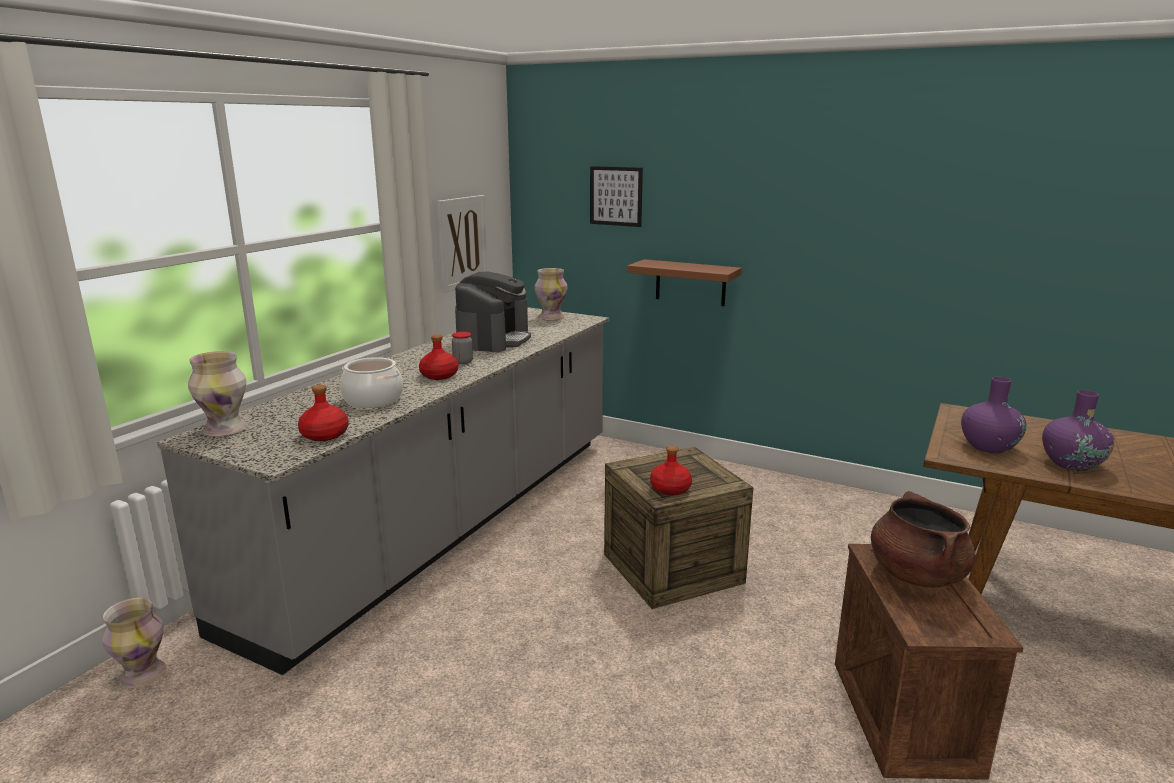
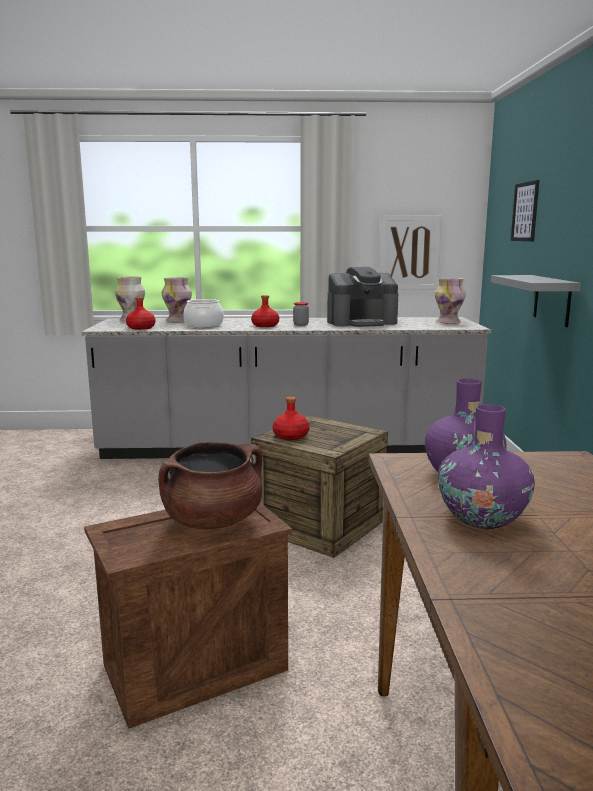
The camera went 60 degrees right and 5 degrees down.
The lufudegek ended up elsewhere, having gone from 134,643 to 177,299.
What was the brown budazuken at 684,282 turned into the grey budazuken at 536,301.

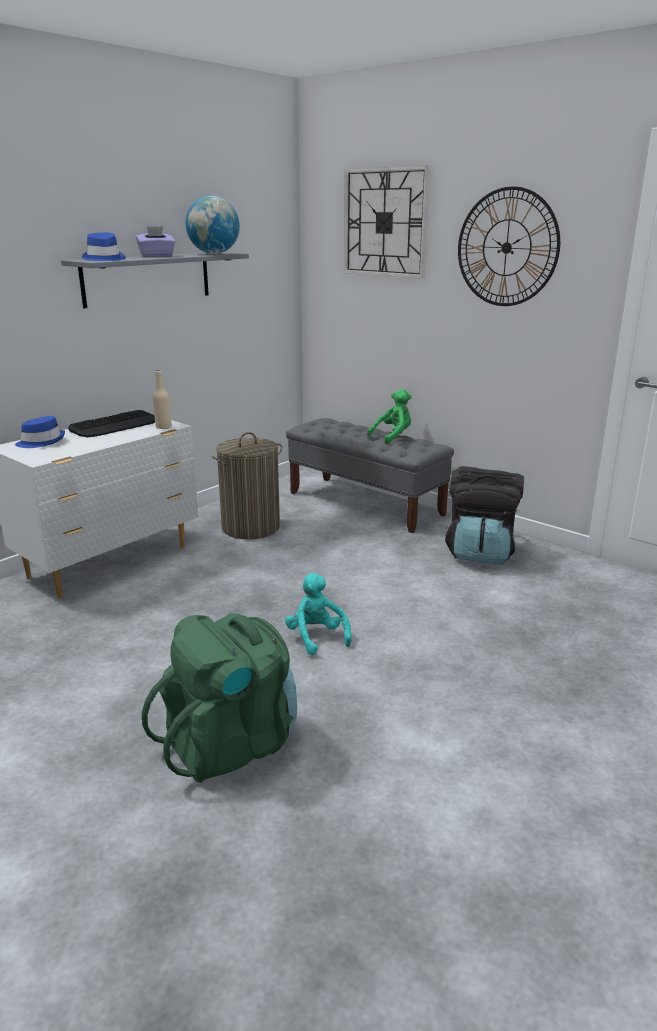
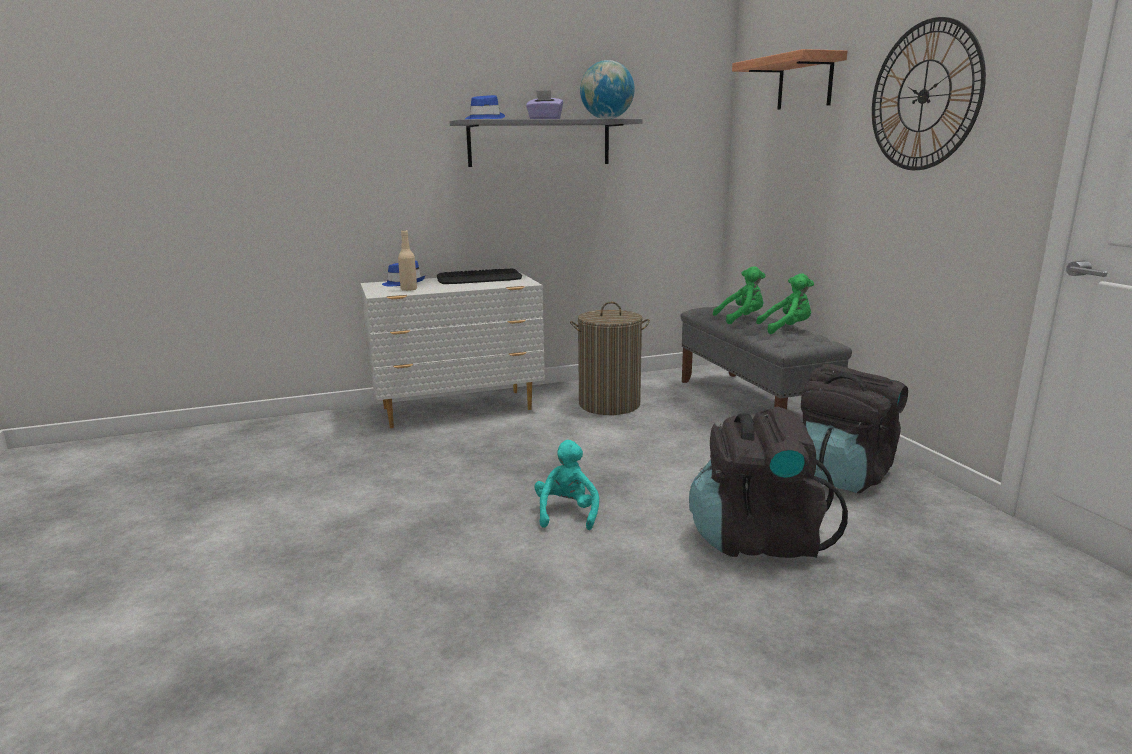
The camera went 30 degrees right and 5 degrees down.
The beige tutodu ended up elsewhere, having gone from 162,399 to 407,260.
The second view gained the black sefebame at 768,482.
The second view gained the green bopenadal at 739,295.
Where the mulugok hung at 387,222, the budazuken came to hang at 790,79.
The second view lost the green sefebame at 219,698.

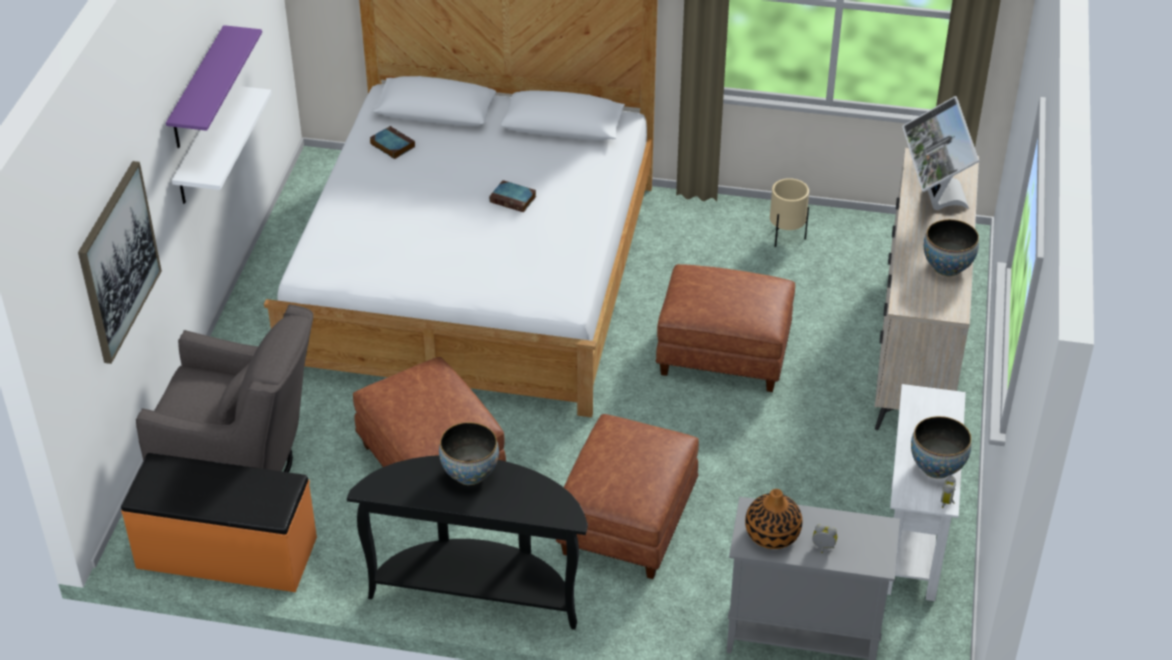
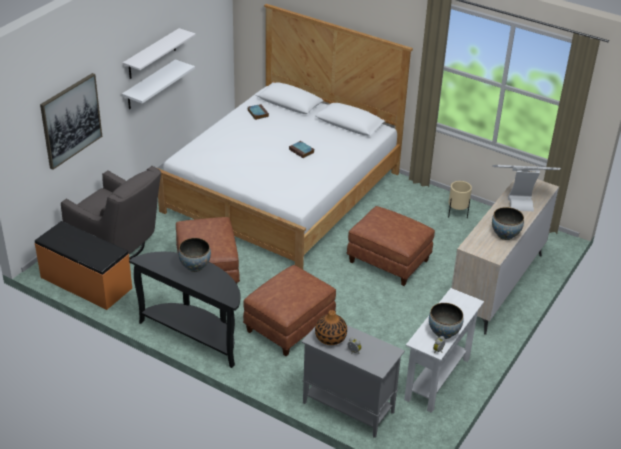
The camera went 20 degrees right and 5 degrees down.
What was the purple budazuken at 214,86 turned into the white budazuken at 159,53.
The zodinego at 940,153 ended up facing another way, 75 degrees clockwise from before.

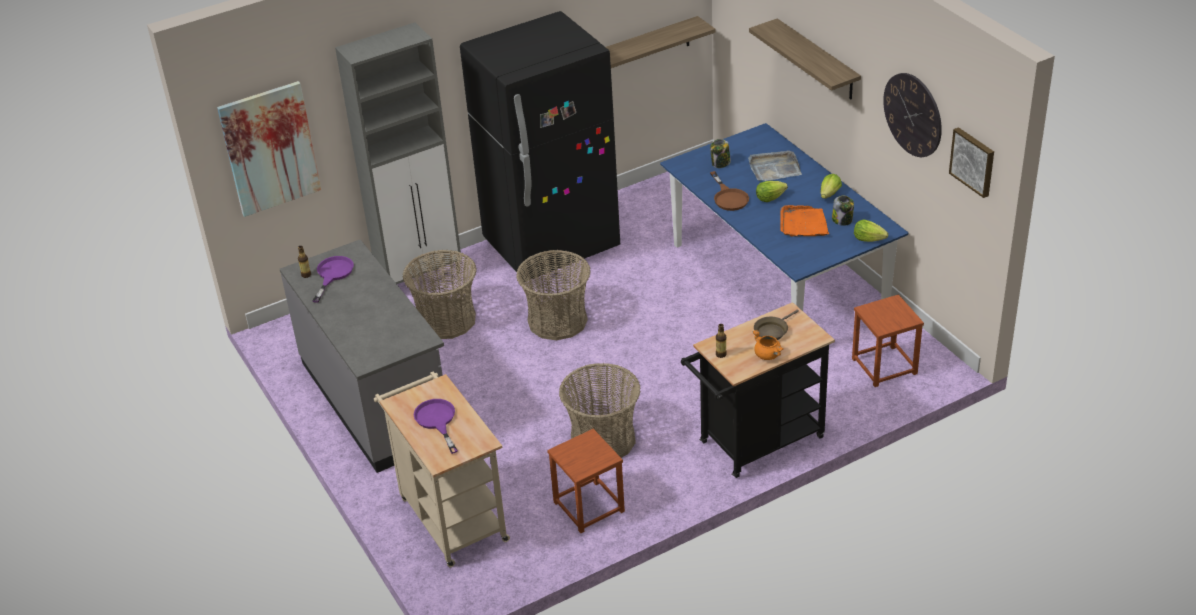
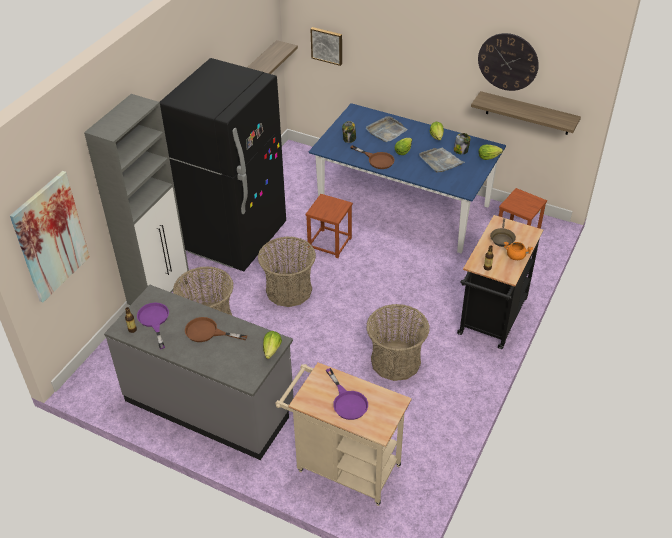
The camera went 35 degrees left and 5 degrees up.
The second view gained the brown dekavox at 216,329.
The second view gained the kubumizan at 272,345.
The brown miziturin ended up elsewhere, having gone from 586,481 to 329,226.
The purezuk ended up elsewhere, having gone from 971,162 to 326,46.
The purple dekavox at 436,426 ended up facing another way, 150 degrees counterclockwise from before.
What was the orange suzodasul at 804,221 turned into the grey suzodasul at 442,160.
The budazuken ended up elsewhere, having gone from 805,58 to 526,113.

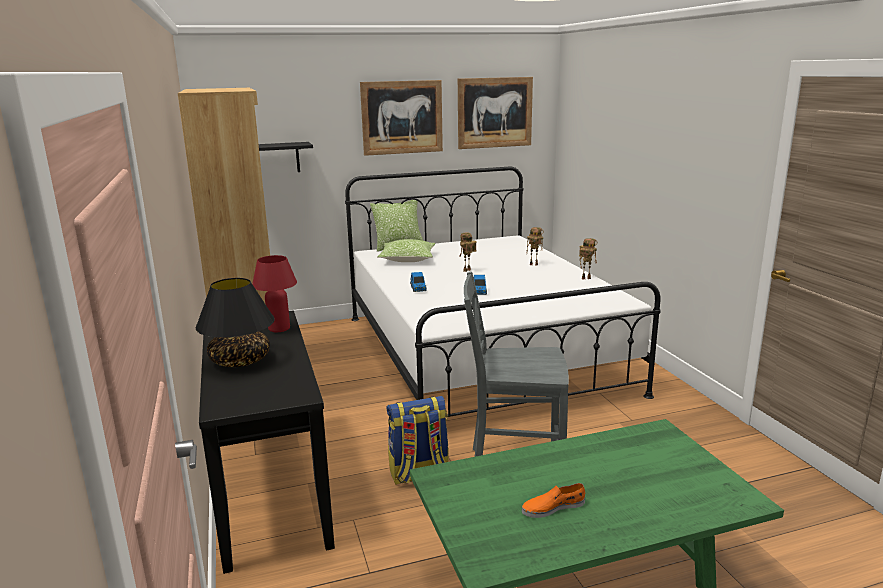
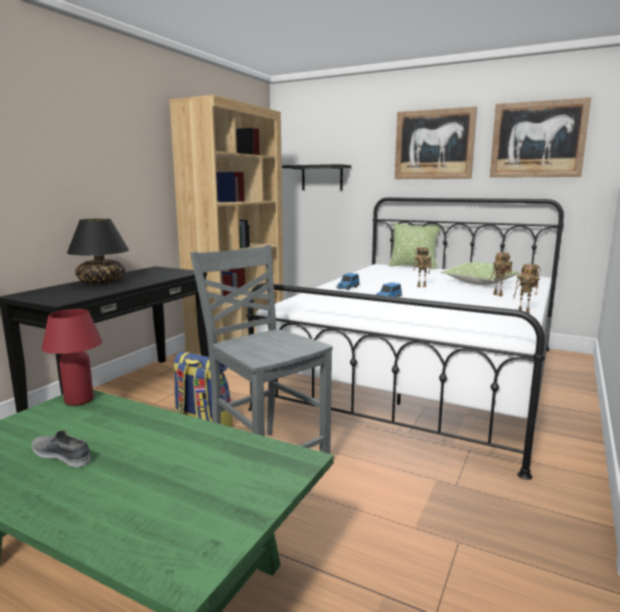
The camera went 45 degrees right and 5 degrees down.
What was the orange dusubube at 553,500 turned into the grey dusubube at 61,449.
The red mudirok ended up elsewhere, having gone from 274,293 to 71,357.
The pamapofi ended up elsewhere, having gone from 406,250 to 480,273.

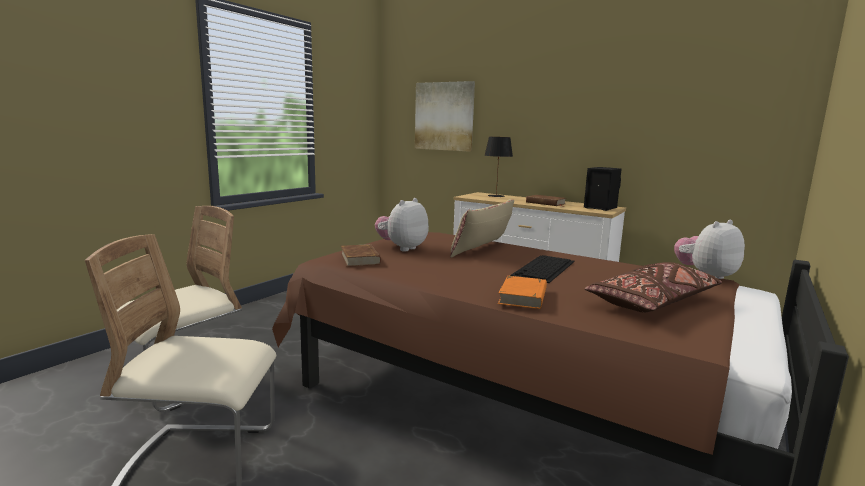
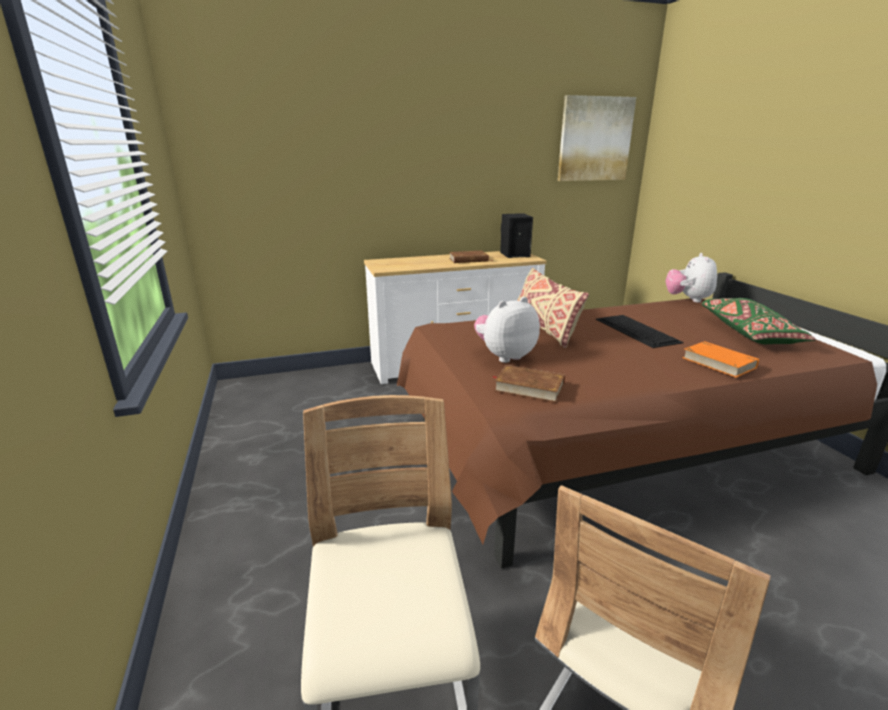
The camera went 50 degrees left and 10 degrees up.
The bopenadal at 402,225 ended up facing another way, 75 degrees clockwise from before.
The purezuk ended up elsewhere, having gone from 445,116 to 597,138.
What was the brown pamapofi at 653,287 turned into the green pamapofi at 758,321.
The second view lost the black mudirok at 499,167.

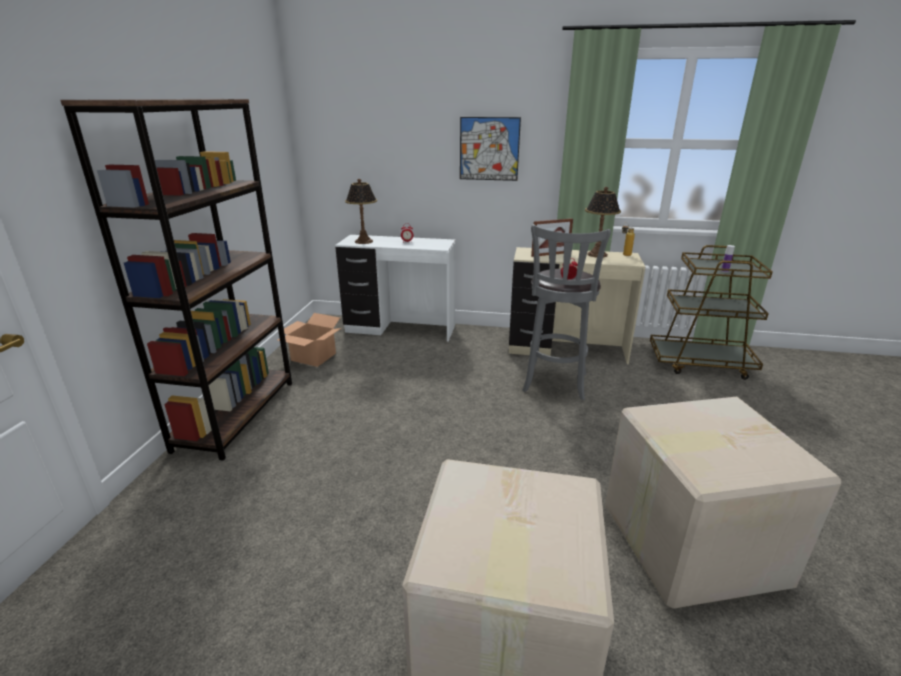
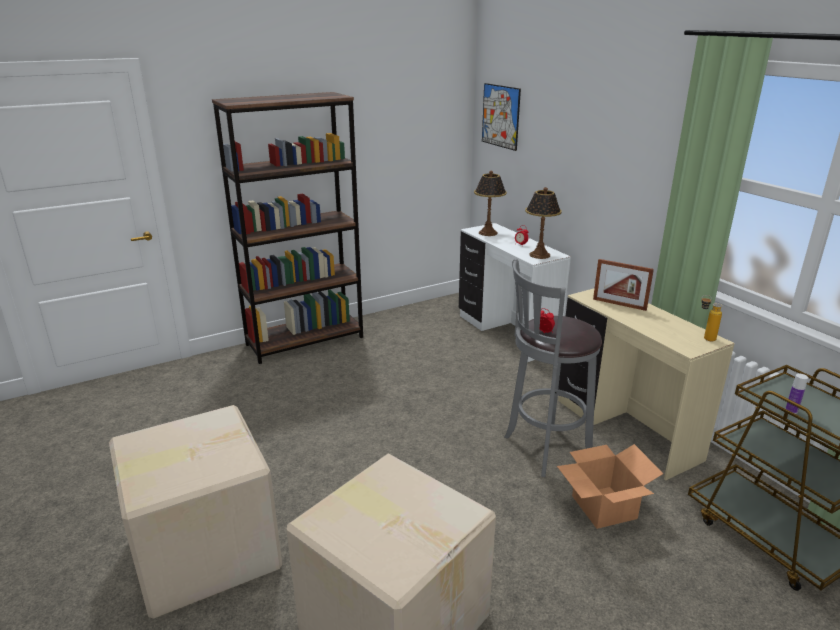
The camera went 50 degrees right and 0 degrees up.
The purezuk ended up elsewhere, having gone from 490,149 to 501,117.
The mudirok ended up elsewhere, having gone from 603,222 to 543,223.
The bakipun ended up elsewhere, having gone from 309,340 to 610,486.

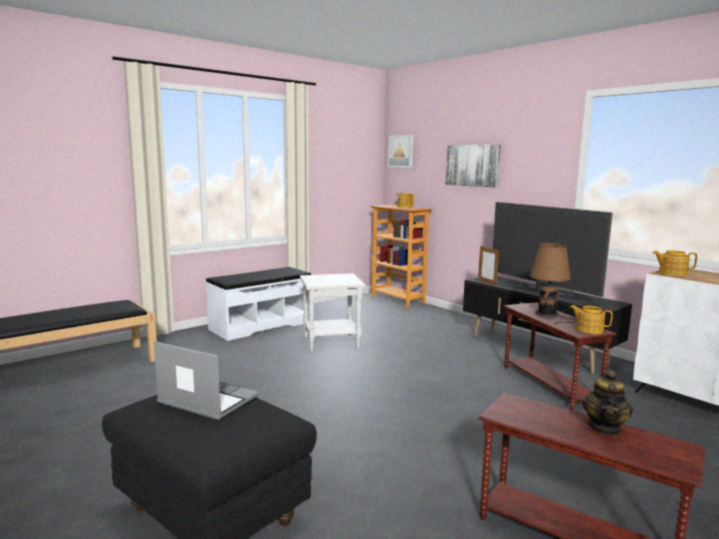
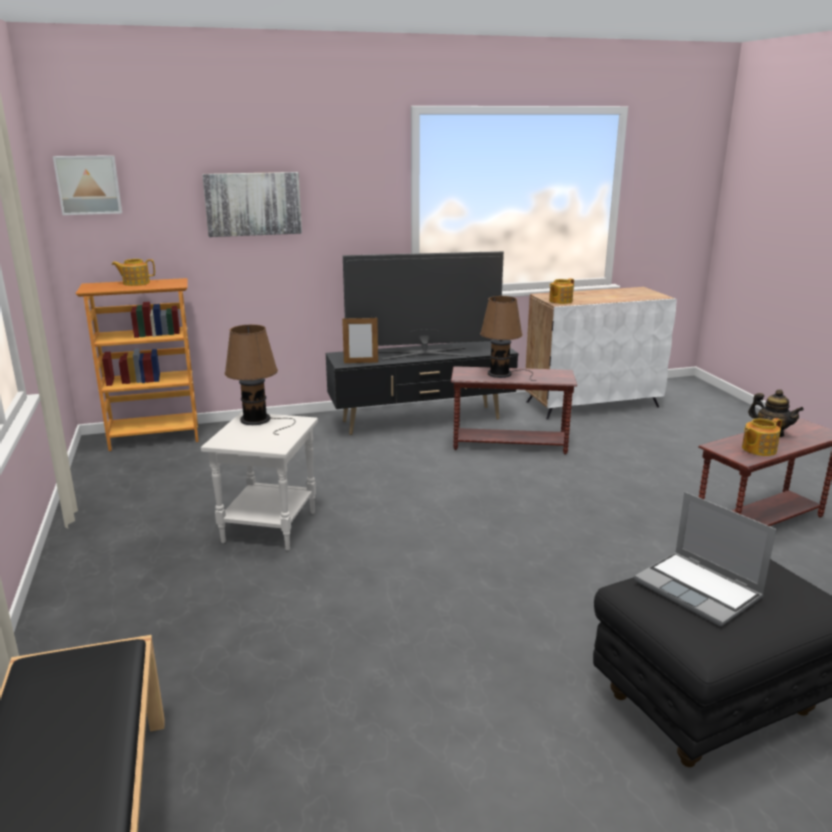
The camera went 65 degrees left and 10 degrees up.
The second view gained the brown mudirok at 260,380.
The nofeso at 206,380 ended up facing another way, 90 degrees counterclockwise from before.
The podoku ended up elsewhere, having gone from 591,319 to 762,437.
The second view lost the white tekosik at 258,304.

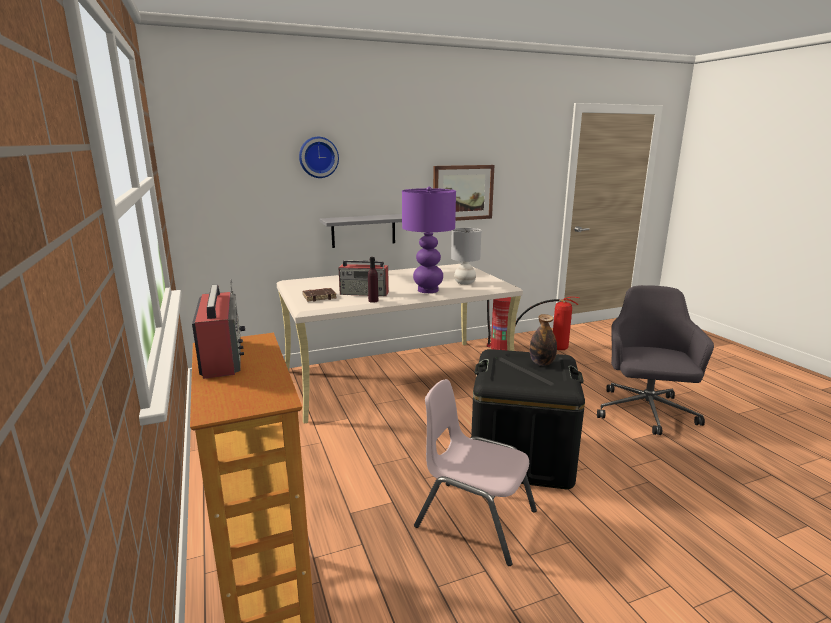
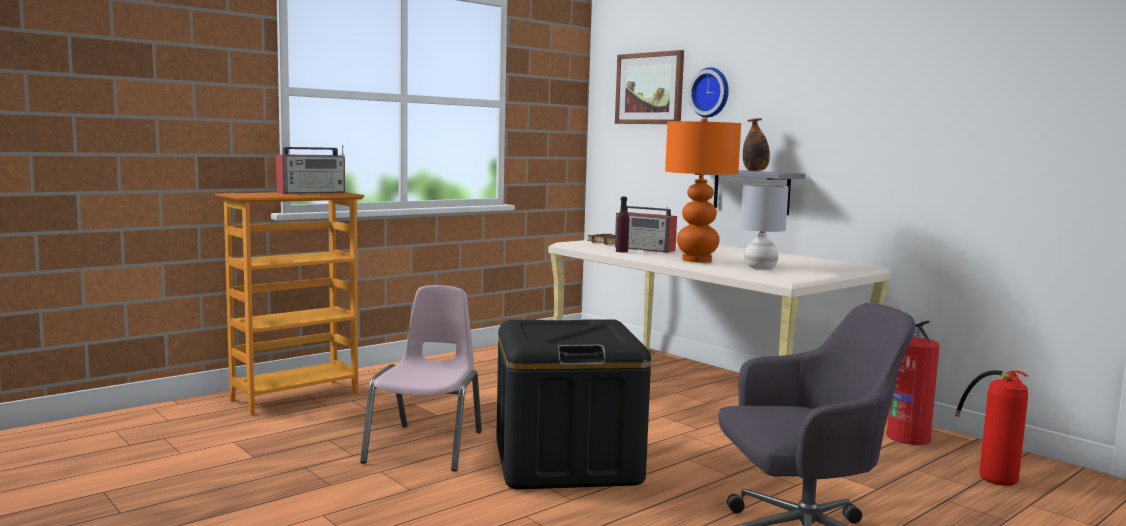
The camera went 70 degrees right and 10 degrees down.
The purezuk ended up elsewhere, having gone from 463,193 to 649,87.
The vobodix at 363,278 ended up facing another way, 45 degrees counterclockwise from before.
What was the purple mudirok at 429,240 turned into the orange mudirok at 703,190.
The tutodu ended up elsewhere, having gone from 543,340 to 756,144.

